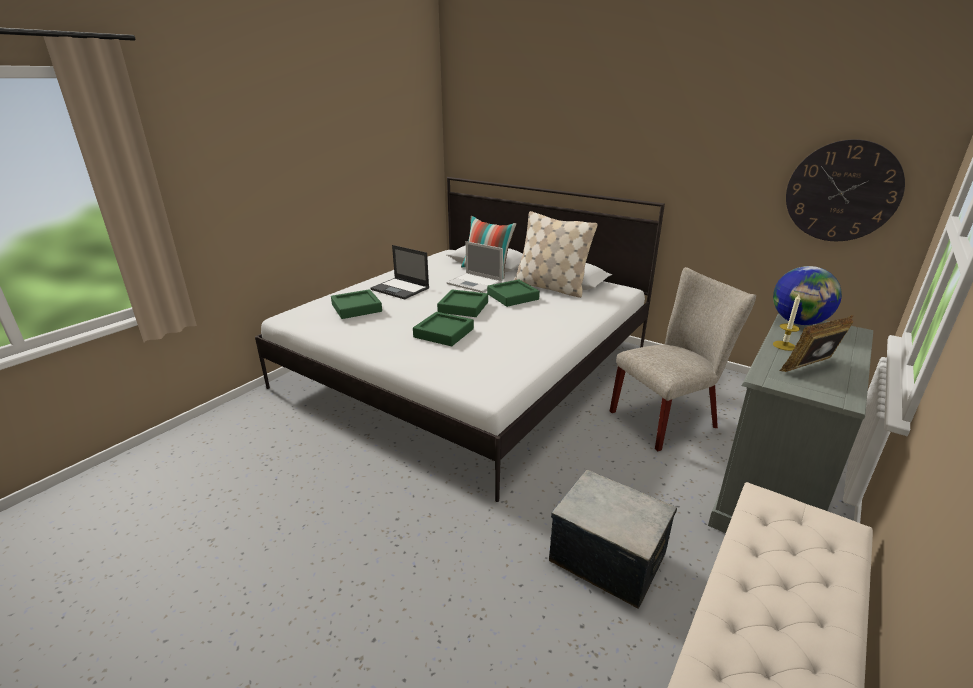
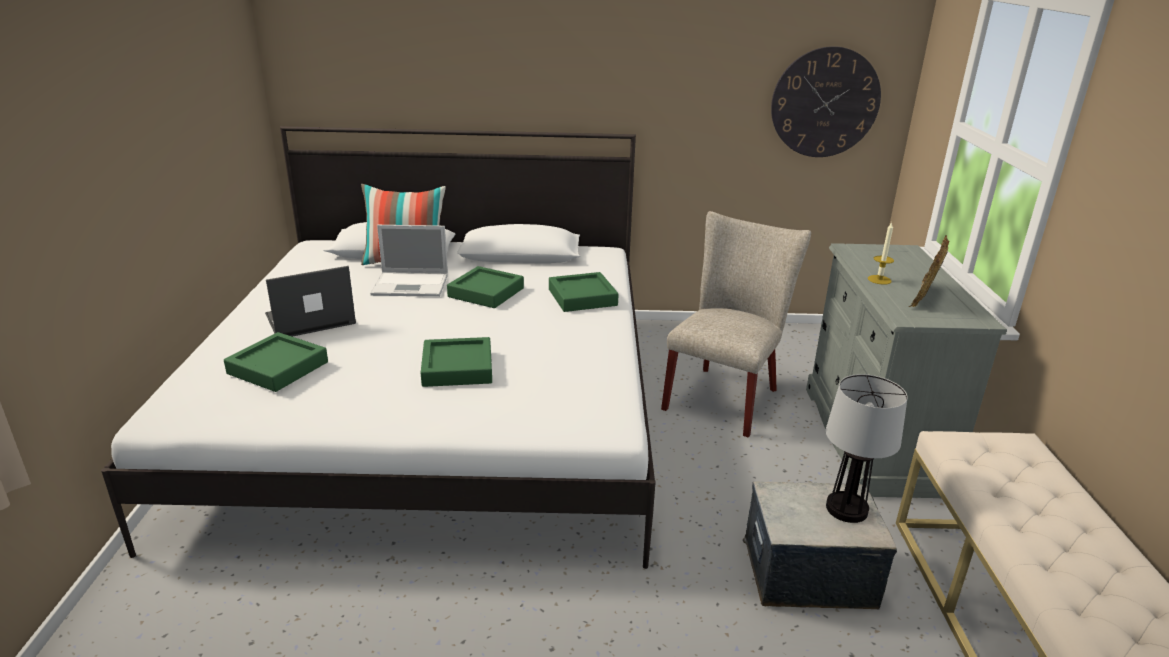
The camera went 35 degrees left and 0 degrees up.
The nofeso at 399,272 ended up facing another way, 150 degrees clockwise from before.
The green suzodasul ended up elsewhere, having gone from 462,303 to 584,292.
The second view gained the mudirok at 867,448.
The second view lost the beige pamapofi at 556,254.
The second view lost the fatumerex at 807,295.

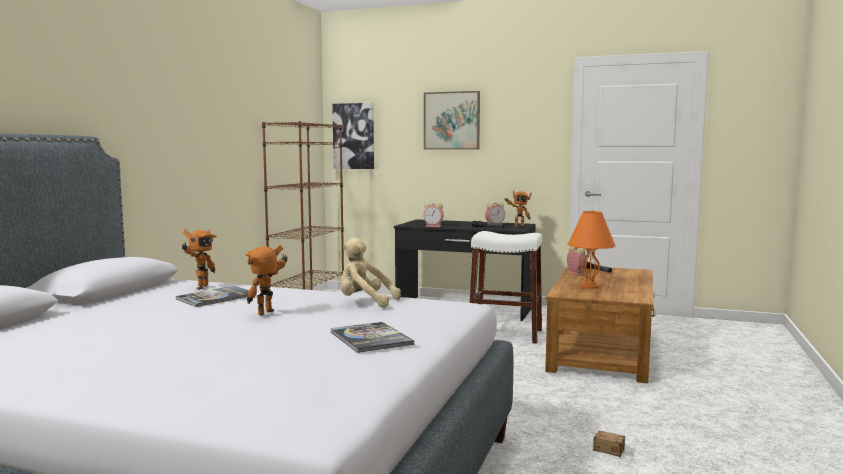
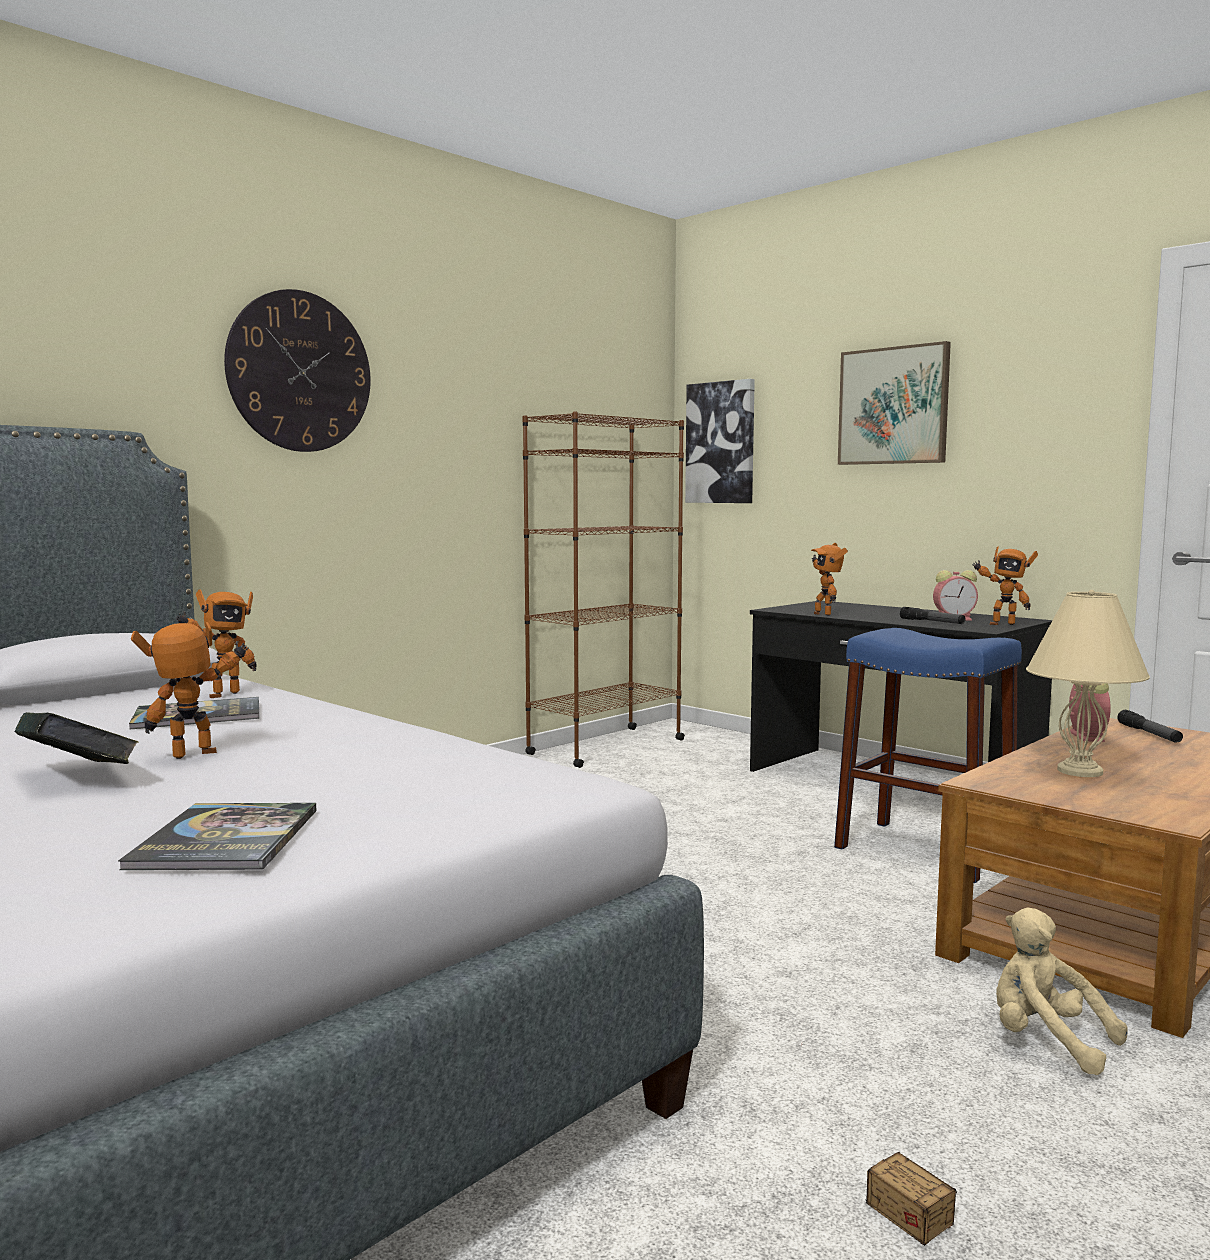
The camera went 25 degrees right and 0 degrees up.
The second view gained the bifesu at 76,738.
The second view gained the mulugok at 297,370.
Where the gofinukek stood at 433,215, the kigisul came to stand at 829,579.
What was the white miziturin at 506,287 turned into the blue miziturin at 928,755.
The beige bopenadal ended up elsewhere, having gone from 370,272 to 1062,991.
What was the orange mudirok at 591,249 turned into the beige mudirok at 1088,683.

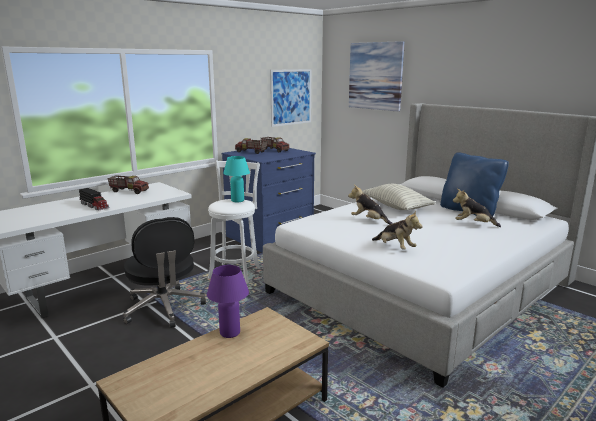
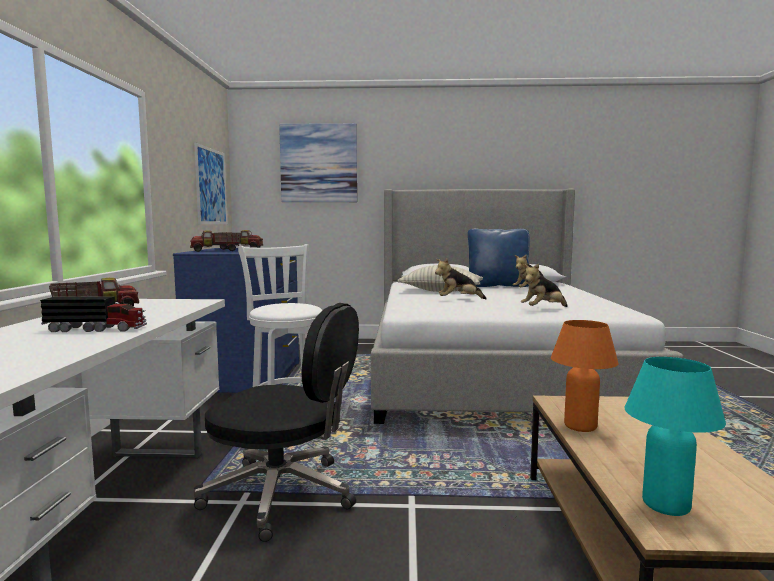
The camera went 45 degrees left and 10 degrees down.
The bopenadal at 397,229 ended up facing another way, 150 degrees clockwise from before.
What was the purple mudirok at 228,301 turned into the orange mudirok at 585,376.
The turquoise mudirok ended up elsewhere, having gone from 236,179 to 675,436.

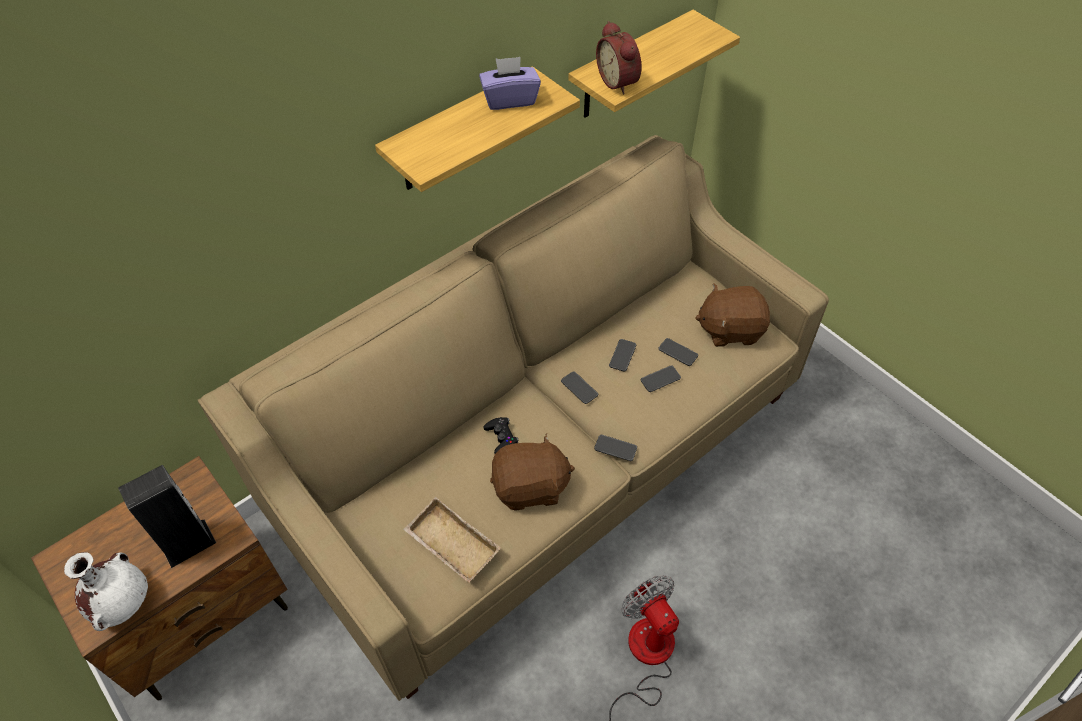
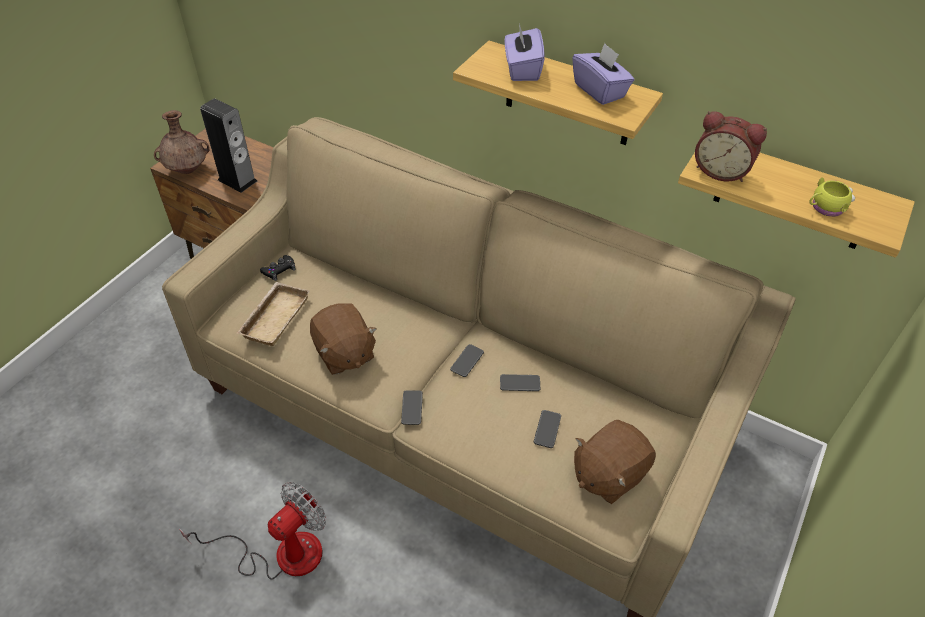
The camera went 70 degrees right and 5 degrees down.
What was the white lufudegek at 106,591 turned into the brown lufudegek at 181,142.
The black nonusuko ended up elsewhere, having gone from 500,435 to 277,268.
The second view gained the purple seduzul at 525,52.
The brown bopenadal at 733,315 ended up facing another way, 105 degrees counterclockwise from before.
The gofinukek at 618,57 ended up facing another way, 105 degrees counterclockwise from before.
The second view gained the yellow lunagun at 832,197.
The second view lost the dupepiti at 660,378.

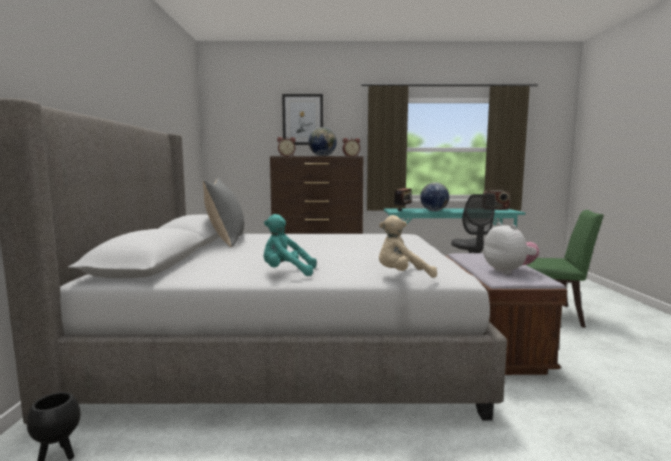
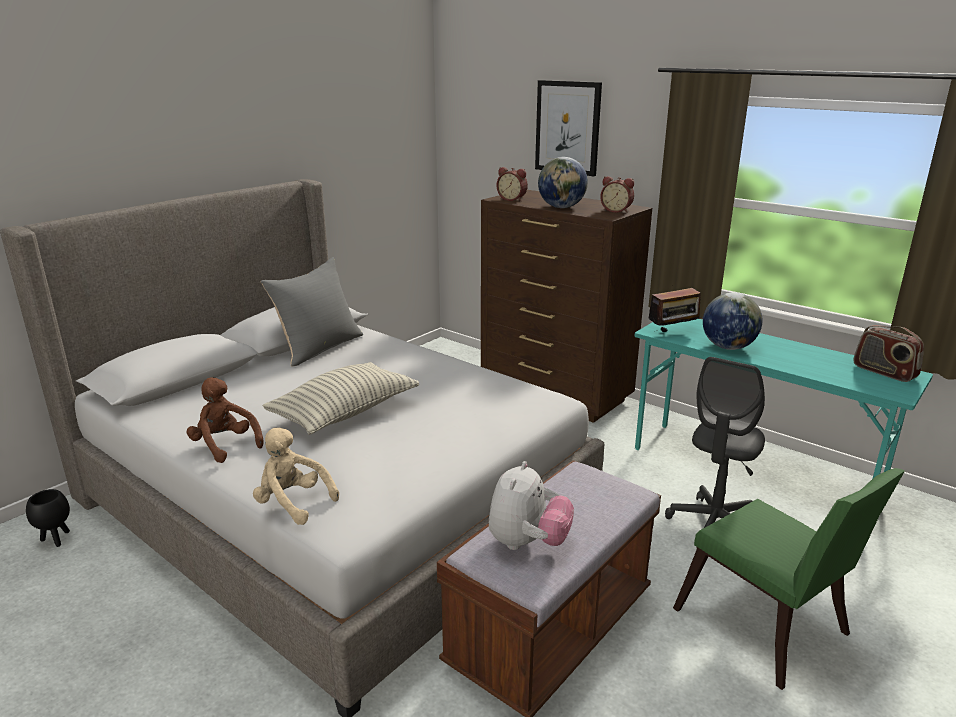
The camera went 40 degrees right and 15 degrees up.
What was the turquoise bopenadal at 290,245 turned into the brown bopenadal at 225,420.
The second view gained the pamapofi at 341,398.

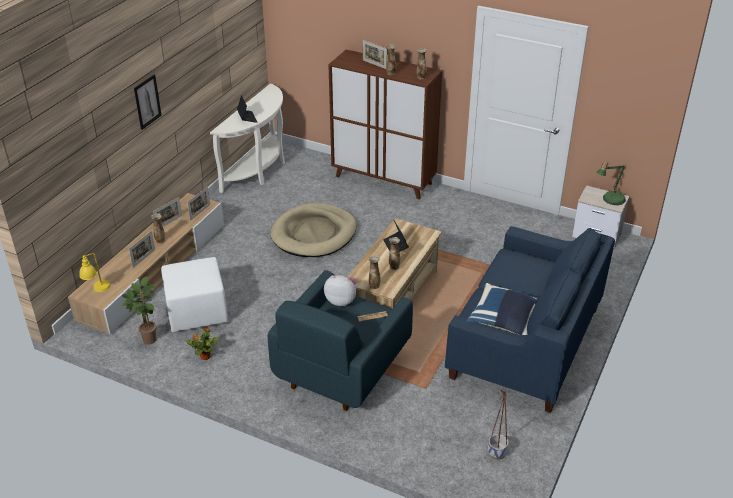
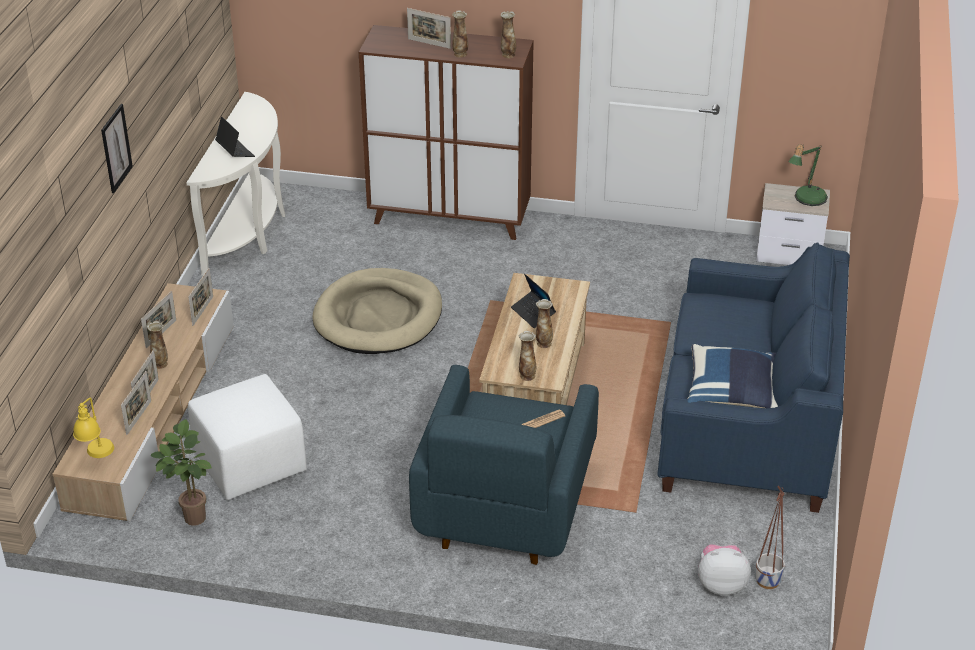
The camera went 15 degrees left and 0 degrees up.
The second view gained the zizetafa at 136,403.
The bopenadal ended up elsewhere, having gone from 340,290 to 724,570.
The second view lost the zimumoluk at 202,343.

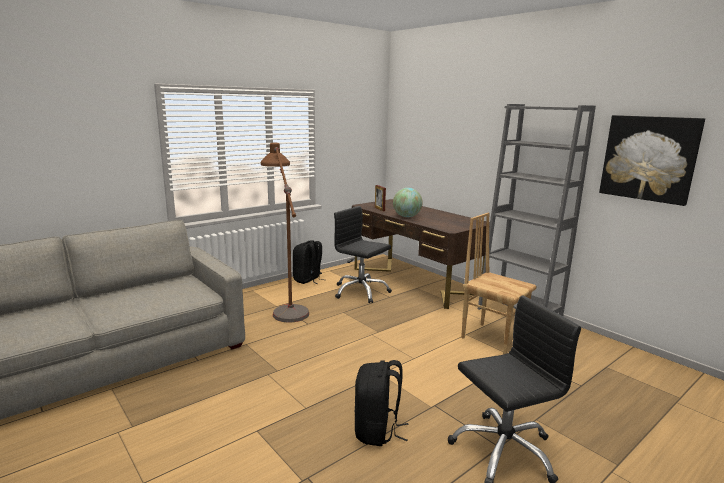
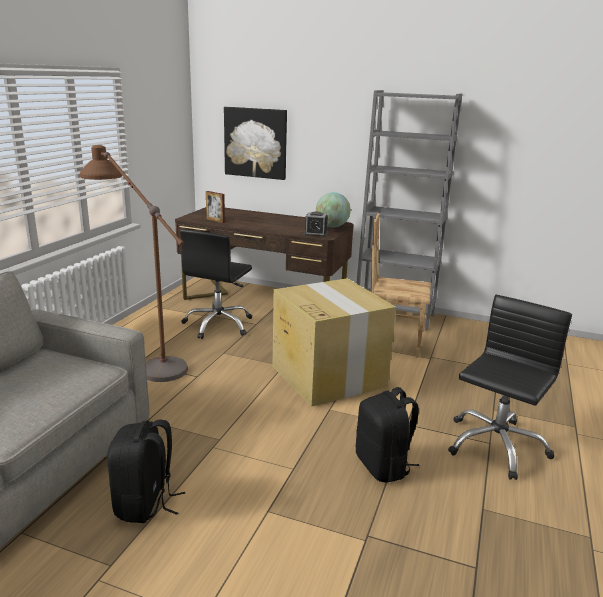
The camera went 30 degrees left and 5 degrees up.
The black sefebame ended up elsewhere, having gone from 307,262 to 146,471.
The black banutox at 363,254 ended up facing another way, 75 degrees counterclockwise from before.
The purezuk ended up elsewhere, having gone from 652,160 to 255,143.
The second view gained the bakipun at 334,342.
The second view gained the gofinukek at 316,224.
The fatumerex ended up elsewhere, having gone from 408,202 to 333,210.

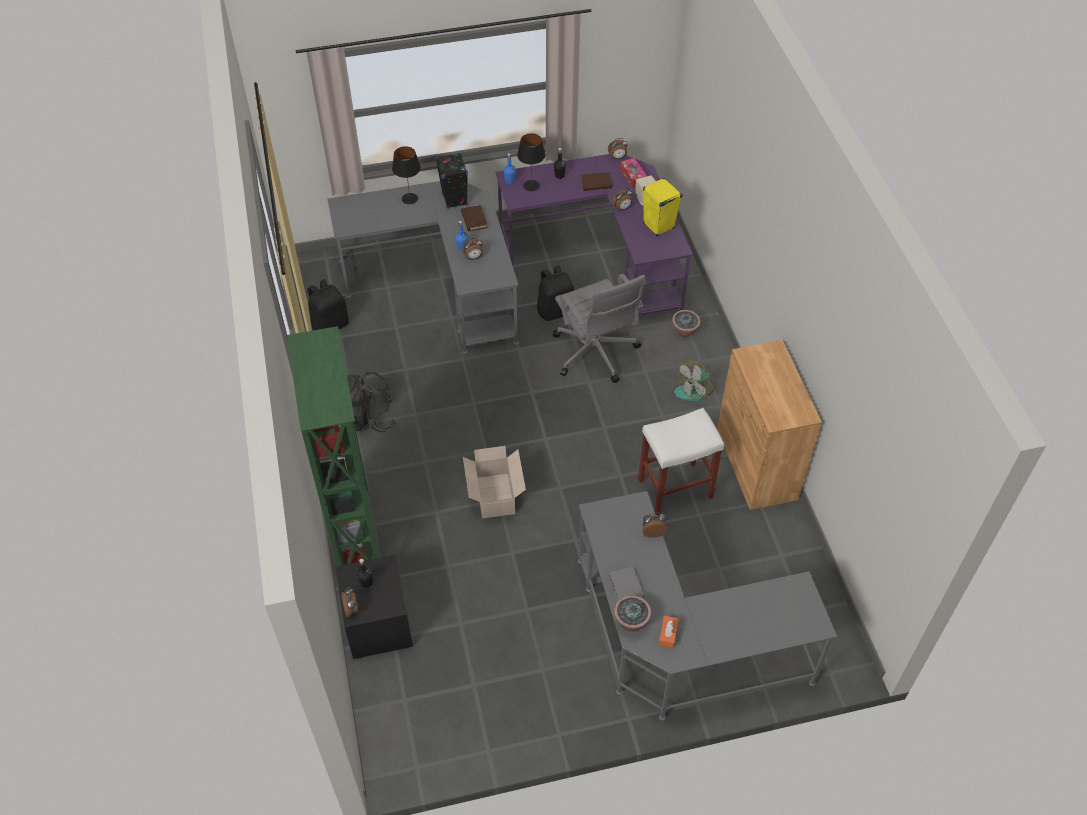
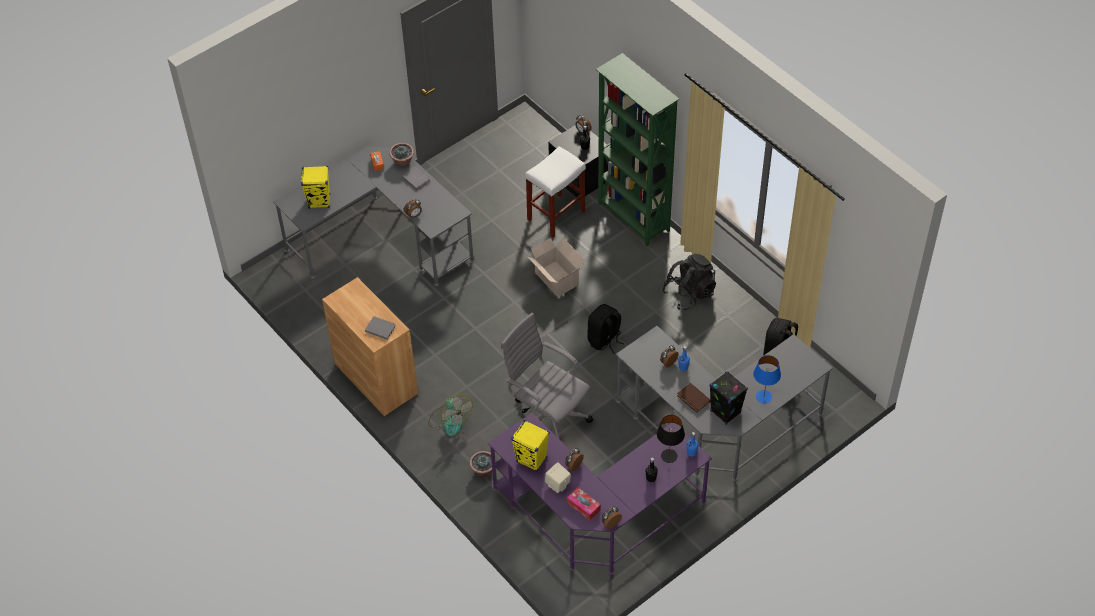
The camera went 155 degrees right and 0 degrees up.
The second view gained the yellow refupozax at 315,187.
The second view gained the grey bifesu at 380,328.
The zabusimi at 694,380 ended up facing another way, 120 degrees clockwise from before.
The white miziturin ended up elsewhere, having gone from 681,461 to 555,192.
The black sefebame ended up elsewhere, having gone from 556,293 to 605,329.
What was the black mudirok at 406,175 turned into the blue mudirok at 767,379.
The second view lost the brown bifesu at 596,181.

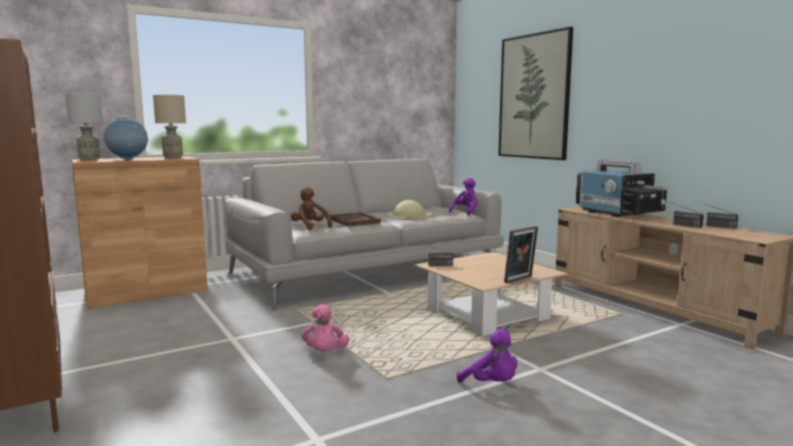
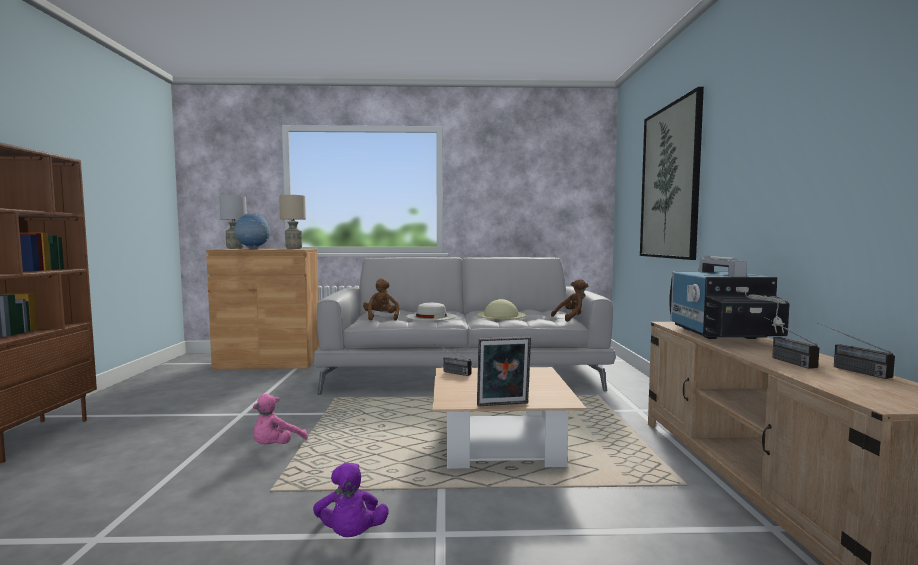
The camera went 30 degrees right and 5 degrees down.
Where the brown suzodasul stood at 355,219, the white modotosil came to stand at 431,311.
What was the purple bopenadal at 463,196 turned into the brown bopenadal at 569,300.

